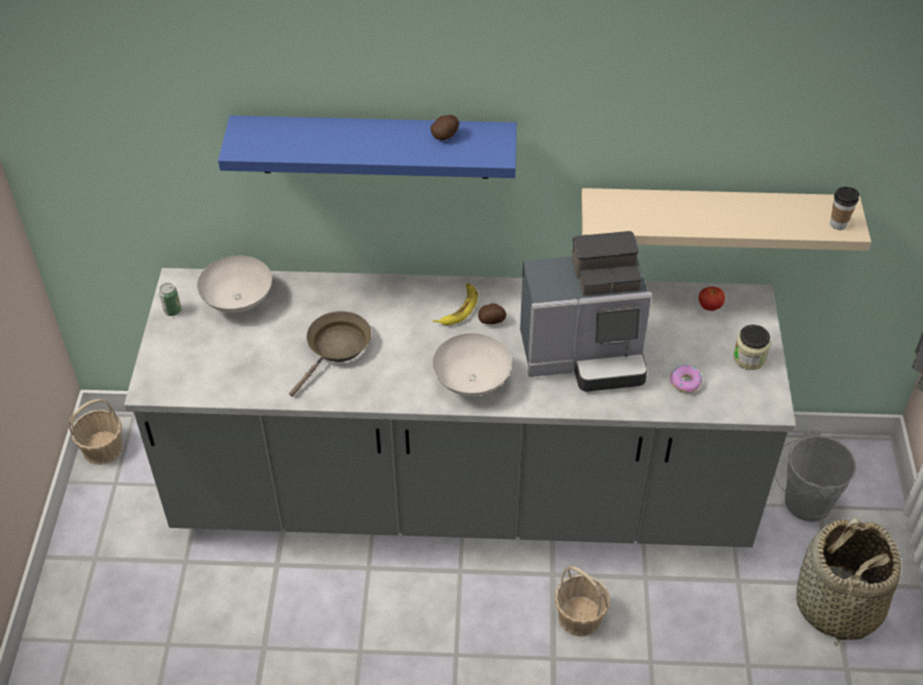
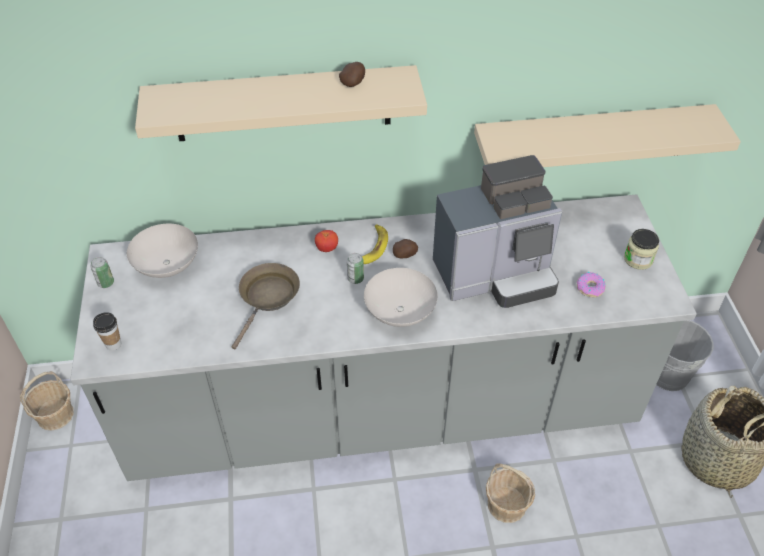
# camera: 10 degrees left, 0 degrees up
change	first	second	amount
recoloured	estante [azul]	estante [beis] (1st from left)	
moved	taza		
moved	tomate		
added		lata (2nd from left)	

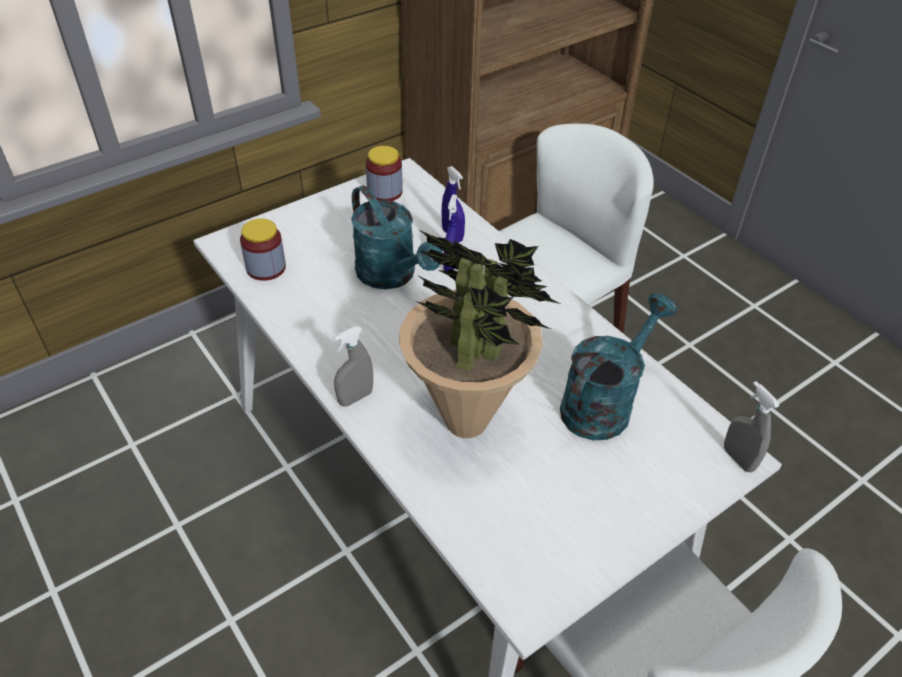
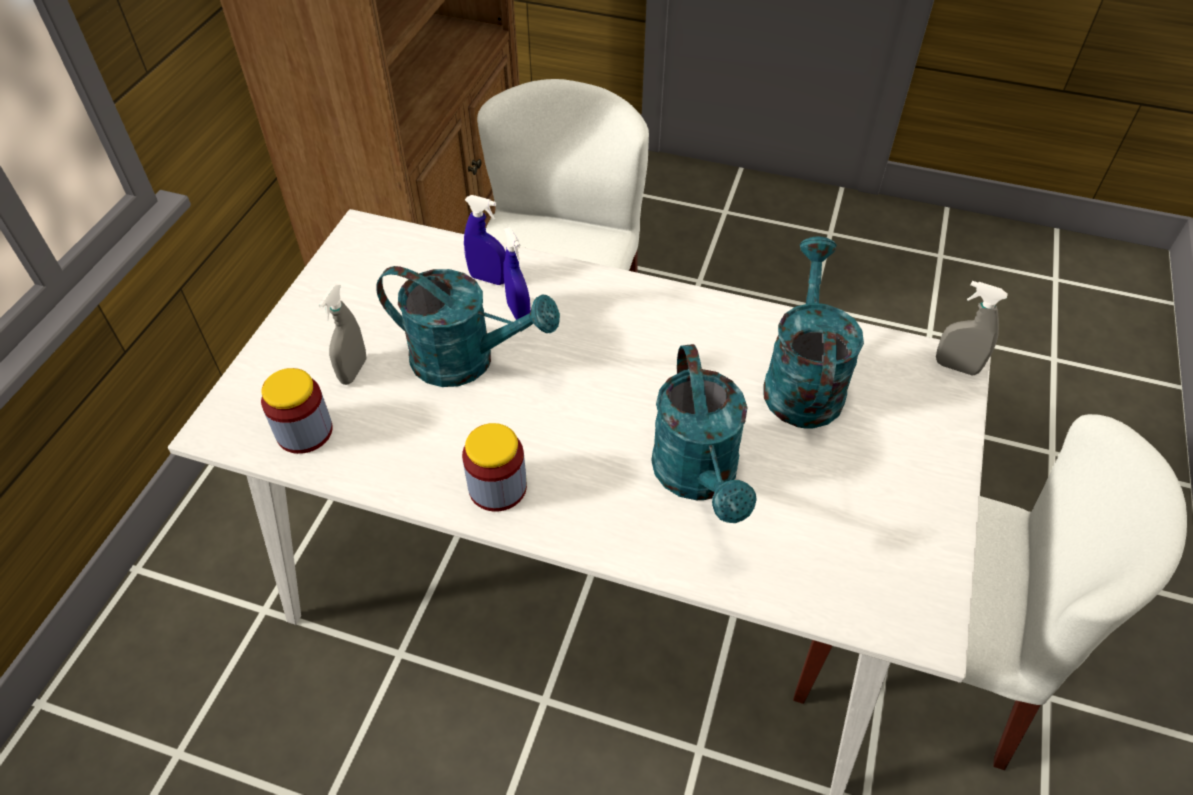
# camera: 35 degrees left, 5 degrees up
change	first	second	amount
moved	tarro (2nd from left)		
replaced	planta en maceta	regadera [turquesa] (2nd from left)	
moved	pulverizador [gris] (1st from left)		

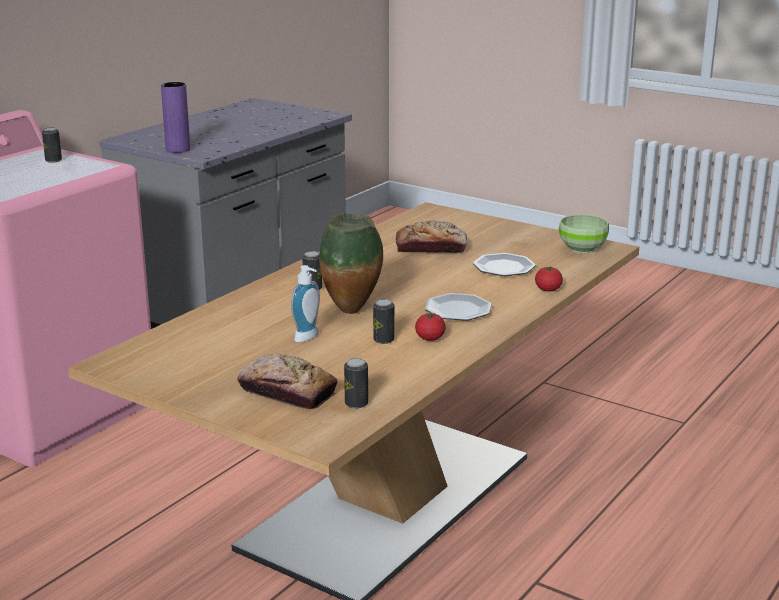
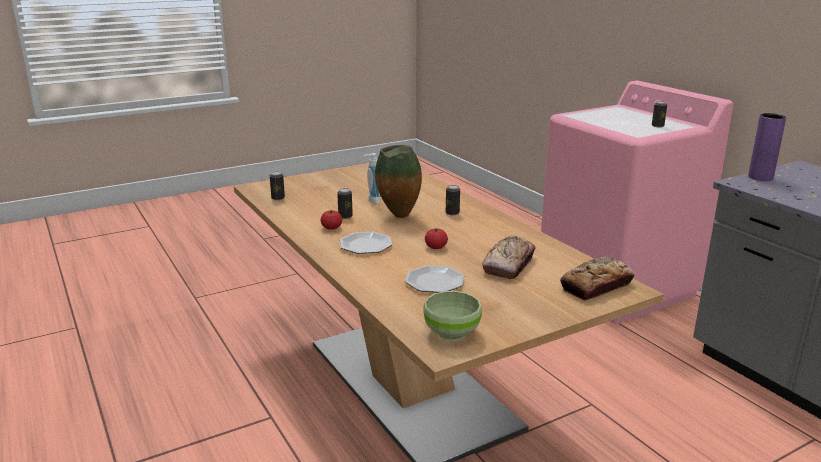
# camera: 115 degrees right, 0 degrees up
change	first	second	amount
moved	tomate (2nd from left)		
moved	pan (1st from left in the first image)	pan (2nd from left)	

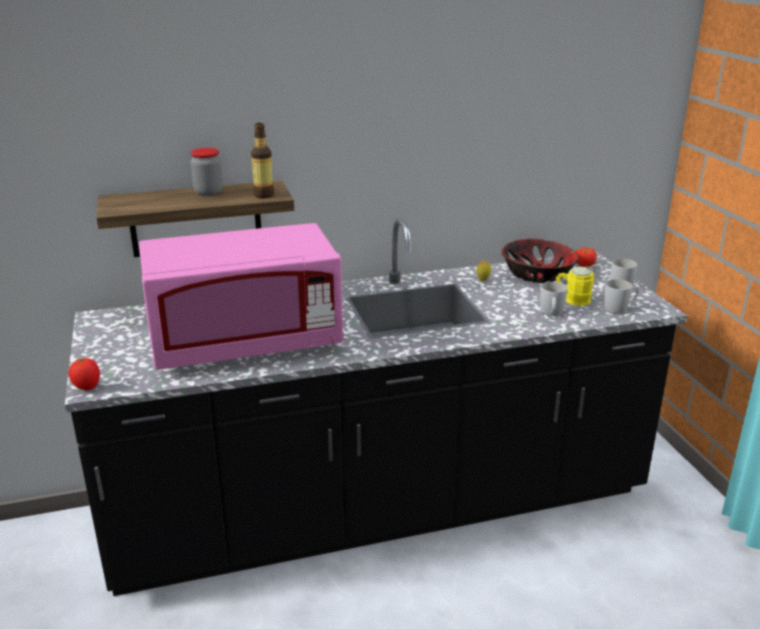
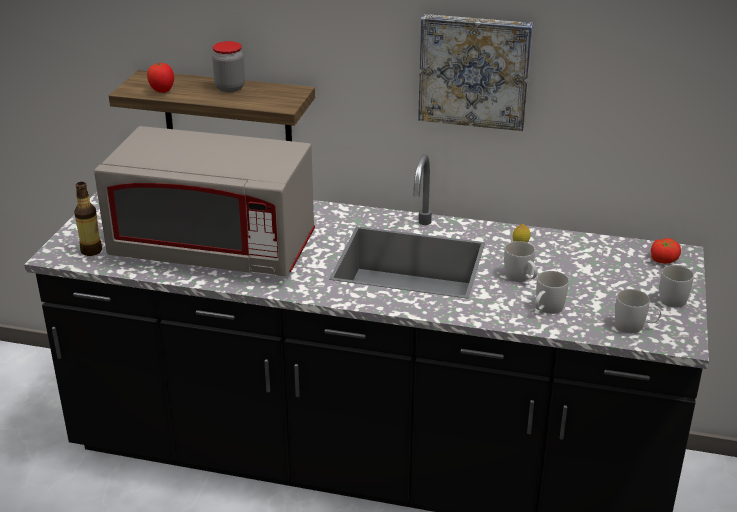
# camera: 30 degrees right, 5 degrees up
change	first	second	amount
moved	botella		
recoloured	microondas [rosa]	microondas [gris]	
removed	cuenco		
removed	taza grande [amarillo]		
moved	tomate (1st from left)		
added		cuadro	
added		taza grande [blanco] (1st from left)	

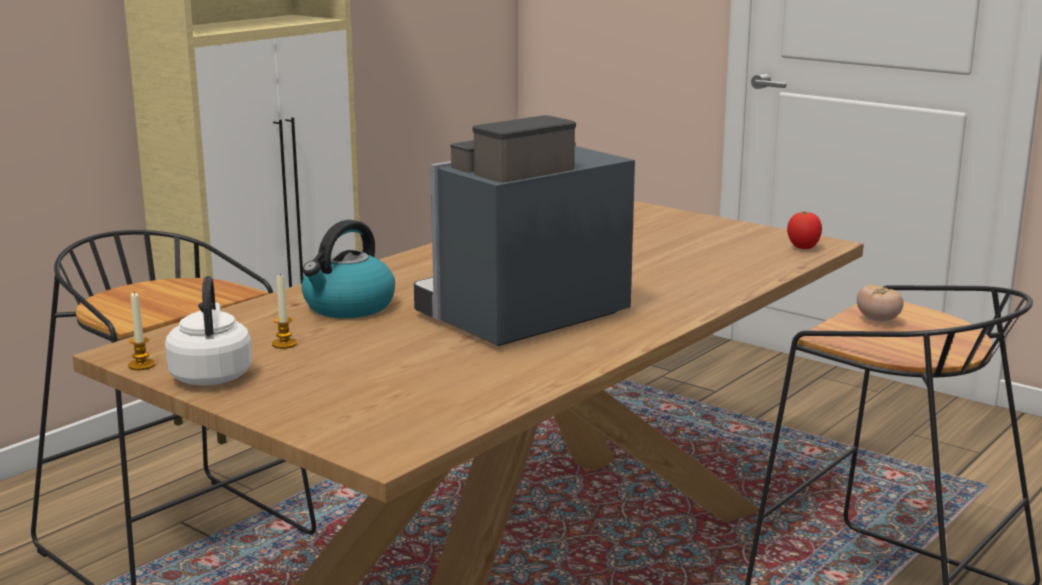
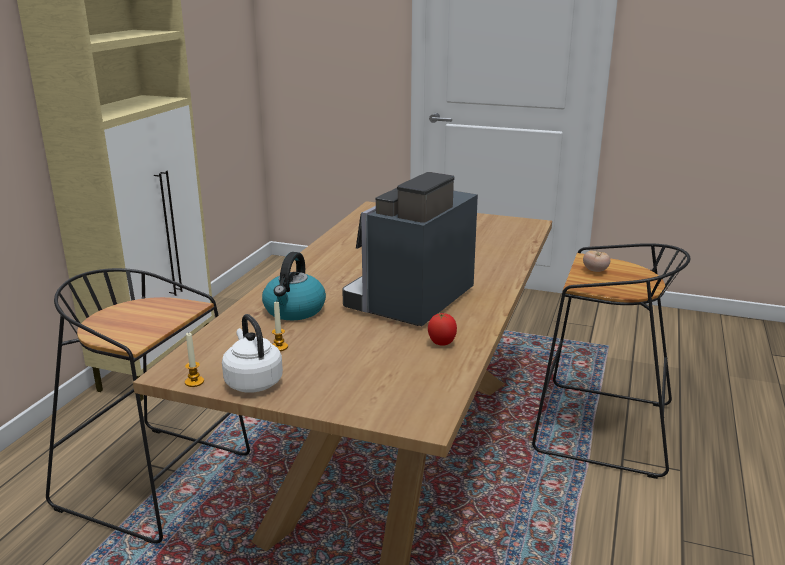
# camera: 20 degrees left, 5 degrees up
change	first	second	amount
moved	tomate (1st from left)		

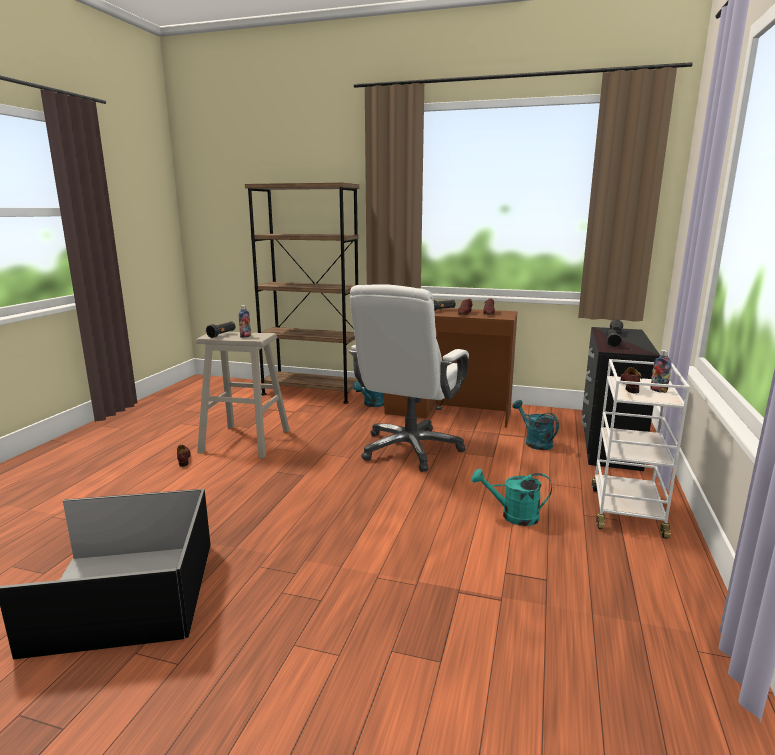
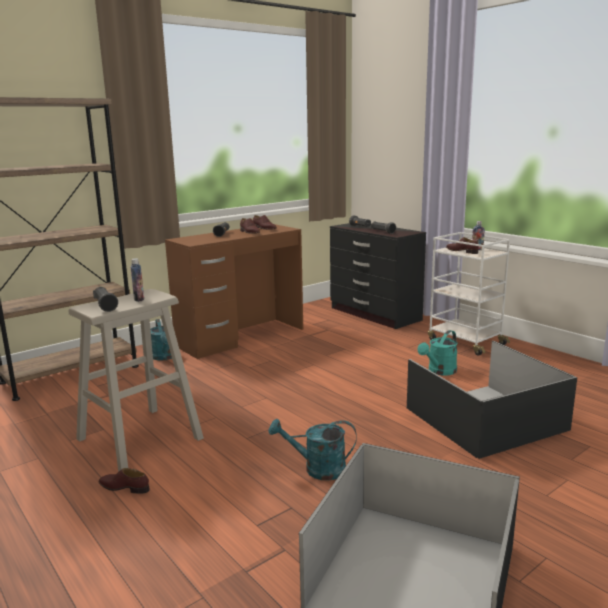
# camera: 55 degrees left, 0 degrees up
change	first	second	amount
removed	silla de oficina [blanco]		
moved	regadera [turquesa] (3rd from left in the first image)	regadera [turquesa] (2nd from left)	
added		caja de almacenaje [negro] (2nd from left)	

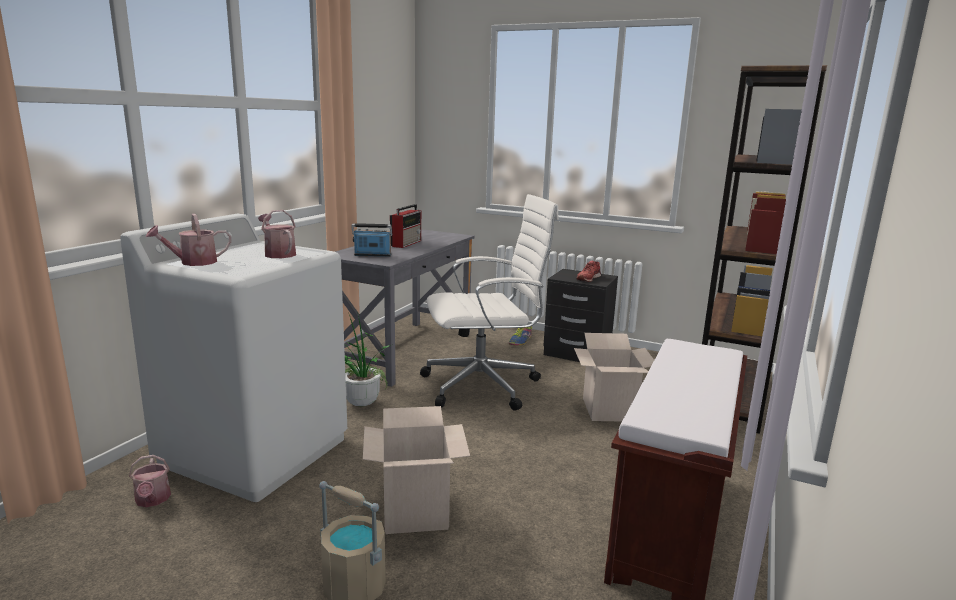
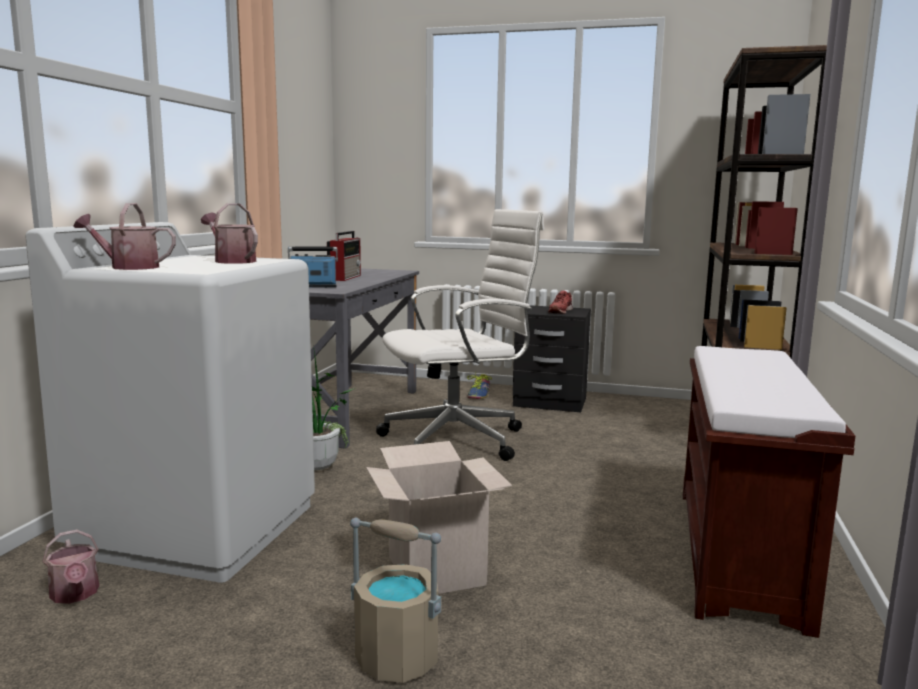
# camera: 10 degrees left, 5 degrees down
change	first	second	amount
turned	regadera (2nd from left)		45 degrees clockwise
removed	caja de cartón (2nd from left)		

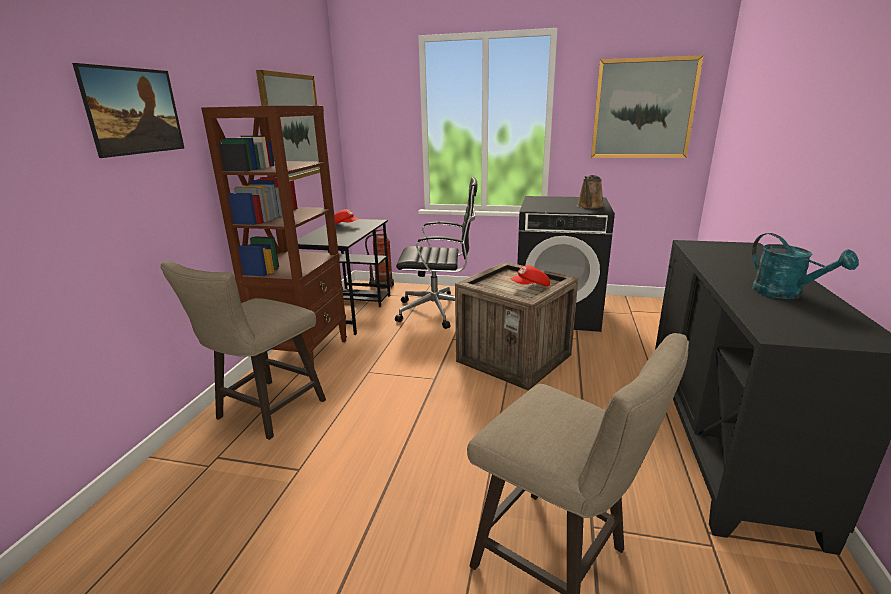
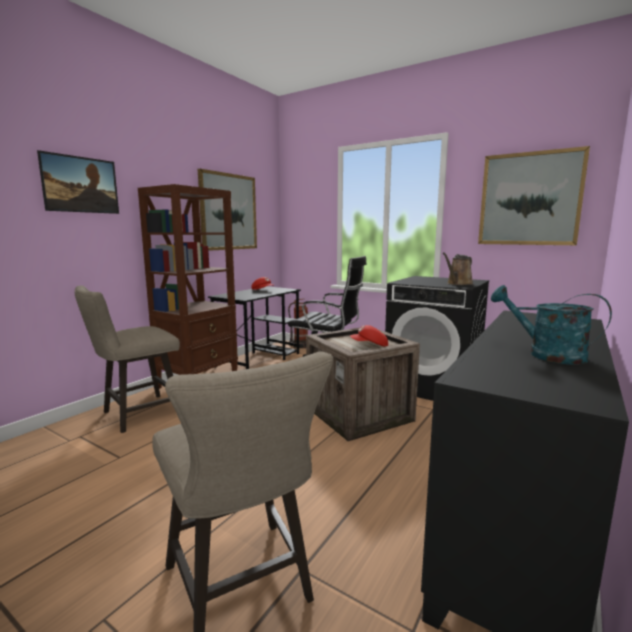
# camera: 20 degrees right, 10 degrees down
change	first	second	amount
turned	regadera [turquesa]		135 degrees clockwise

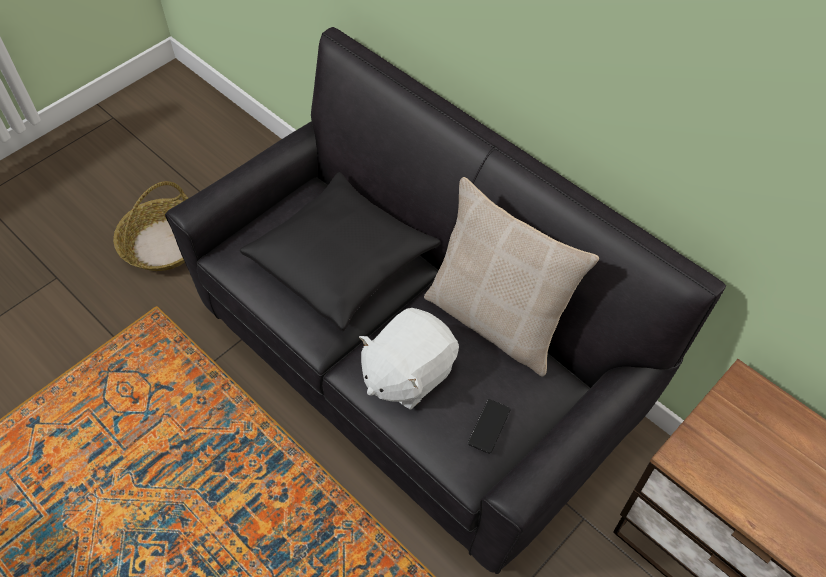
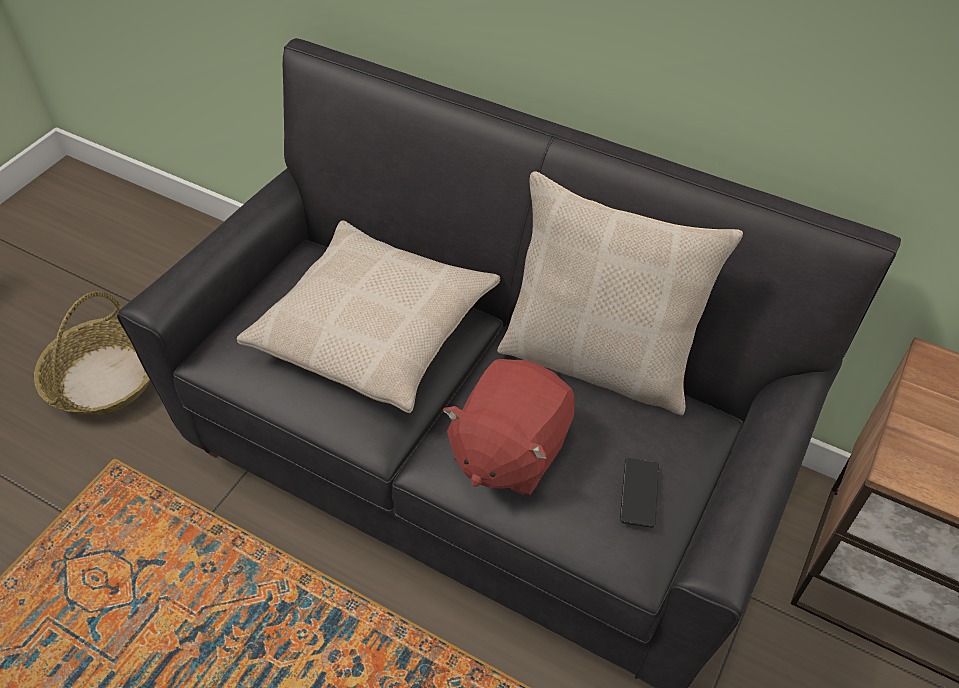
# camera: 15 degrees left, 5 degrees down
change	first	second	amount
recoloured	cojín [negro]	cojín [beis] (1st from left)	
recoloured	peluche [blanco]	peluche [rojo]	

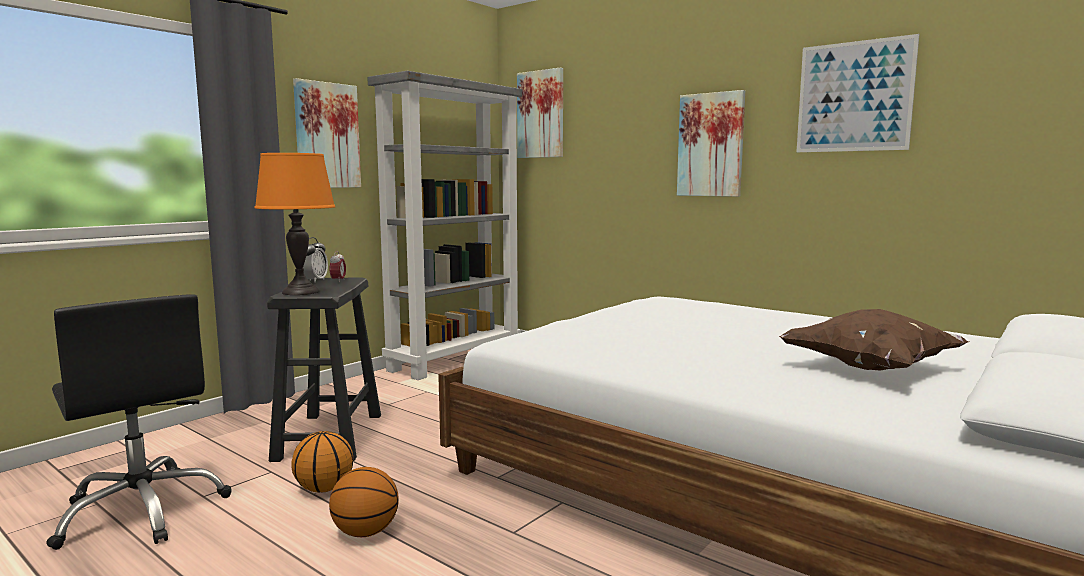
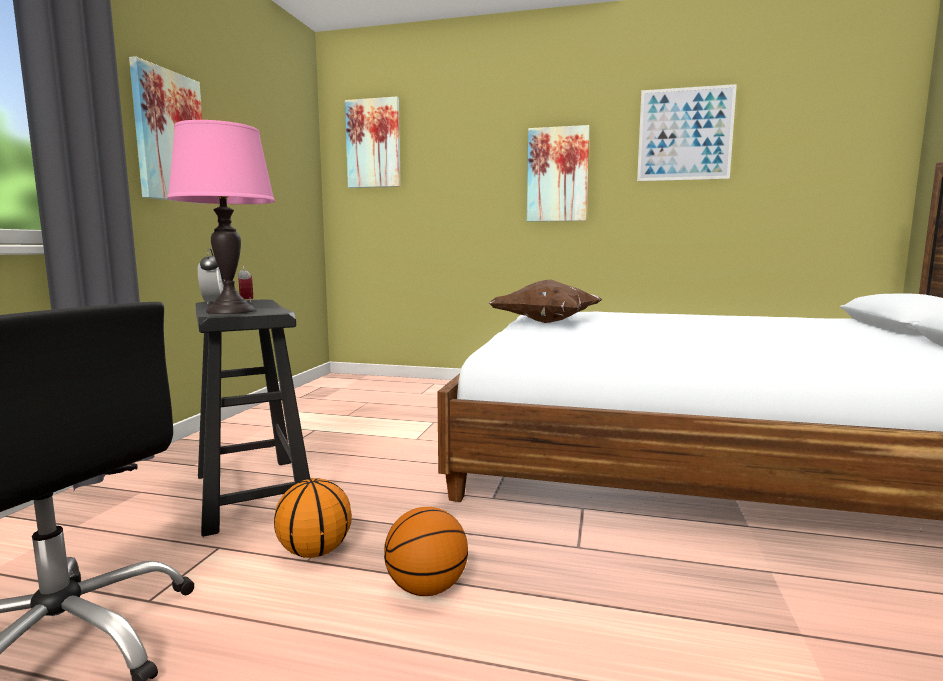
# camera: 25 degrees left, 0 degrees up
change	first	second	amount
removed	estantería [gris]		
recoloured	lámpara de mesa [naranja]	lámpara de mesa [rosa]	
moved	cojín [marrón]		

